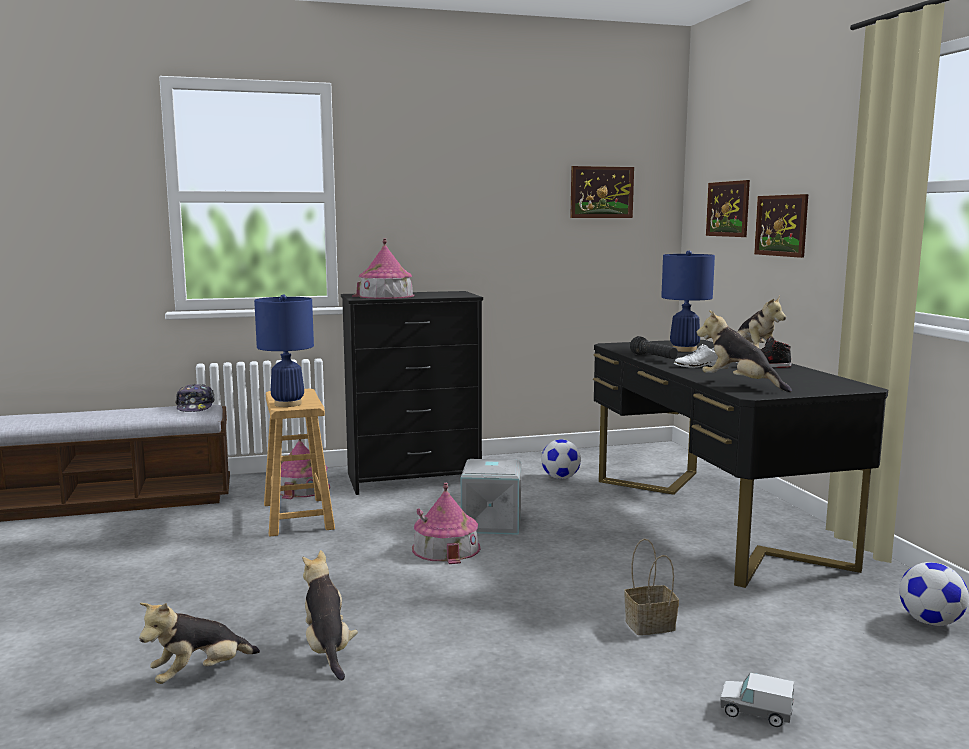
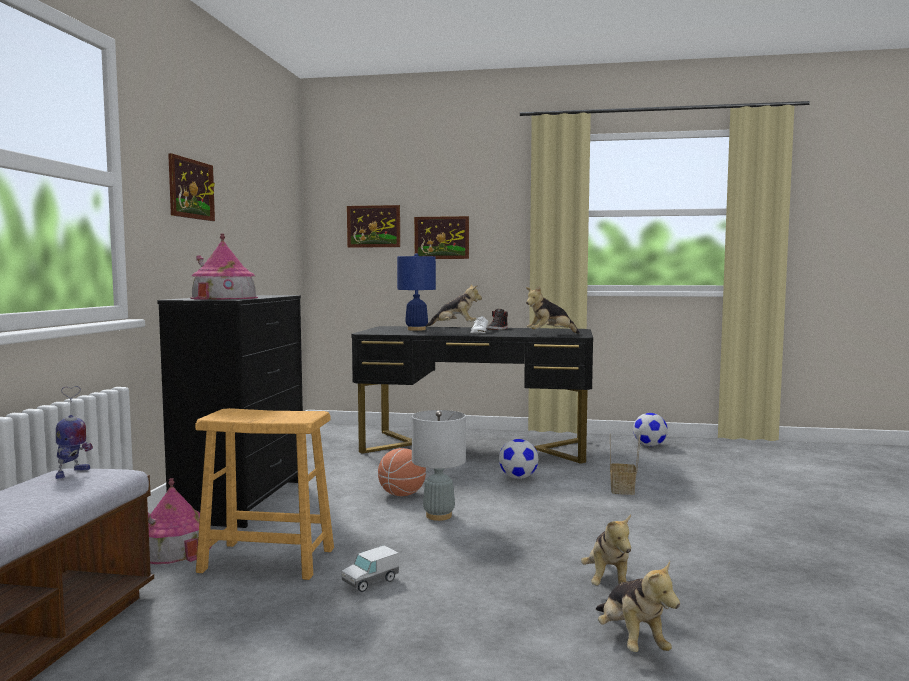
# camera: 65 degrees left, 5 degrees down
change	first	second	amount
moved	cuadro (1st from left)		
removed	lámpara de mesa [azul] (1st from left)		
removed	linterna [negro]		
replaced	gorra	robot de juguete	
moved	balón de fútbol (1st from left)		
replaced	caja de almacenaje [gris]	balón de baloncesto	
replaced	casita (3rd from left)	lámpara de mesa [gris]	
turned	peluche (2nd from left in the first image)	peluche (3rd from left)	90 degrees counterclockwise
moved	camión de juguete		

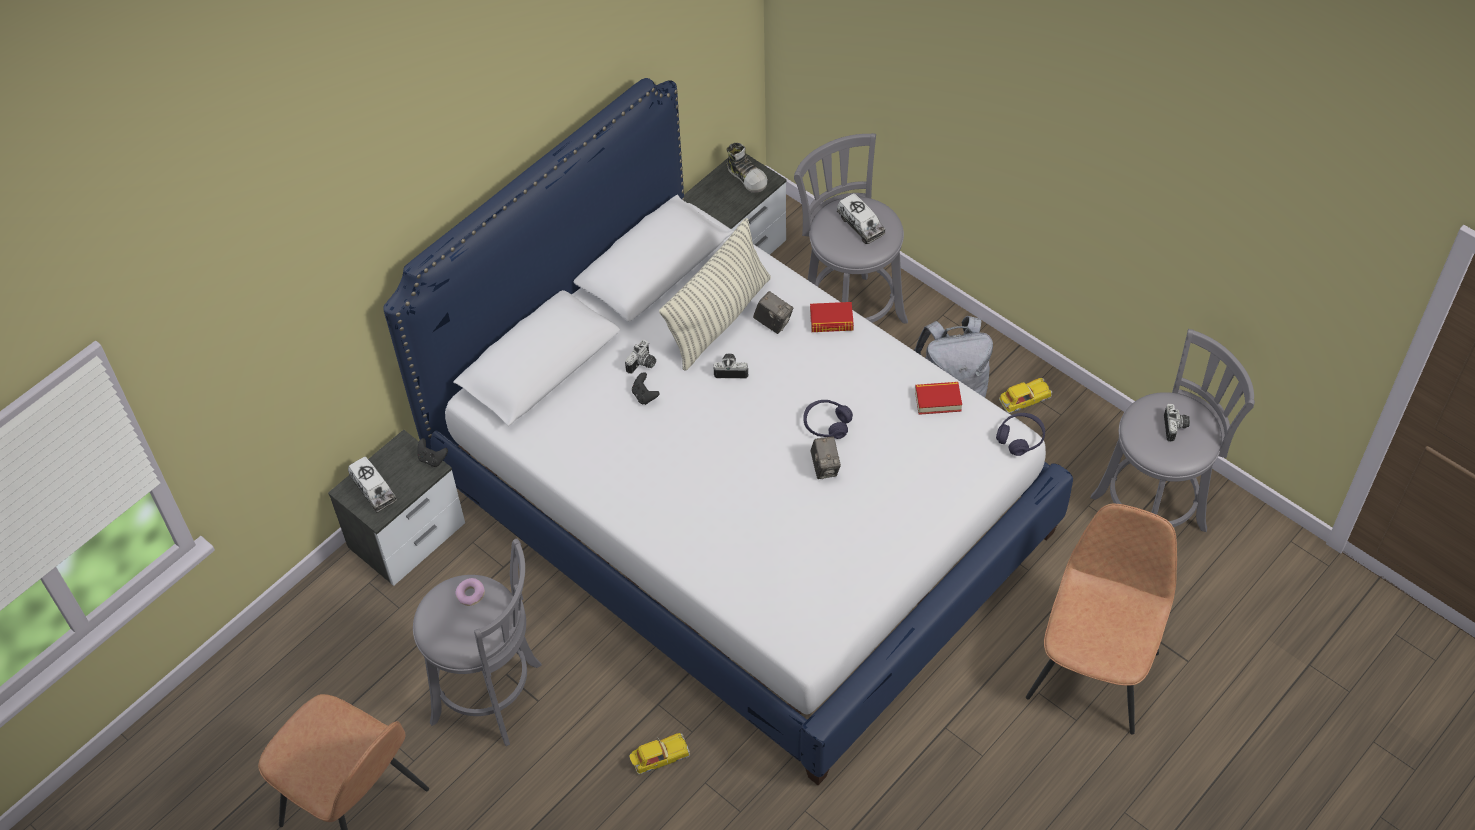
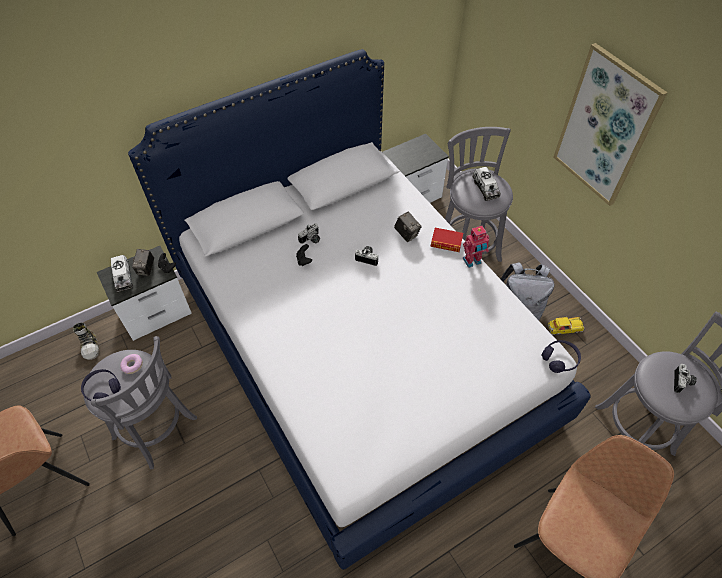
# camera: 15 degrees right, 0 degrees up
change	first	second	amount
moved	zapato		
removed	cojín		
removed	libro (2nd from left)		
moved	auriculares [morado] (1st from left)		
moved	cámara (4th from left in the first image)	cámara (1st from left)	
removed	coche de juguete (1st from left)		
added		cuadro	
added		robot de juguete	

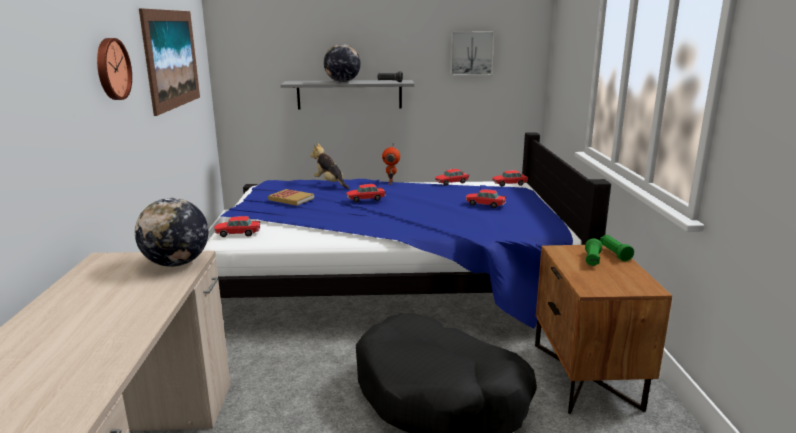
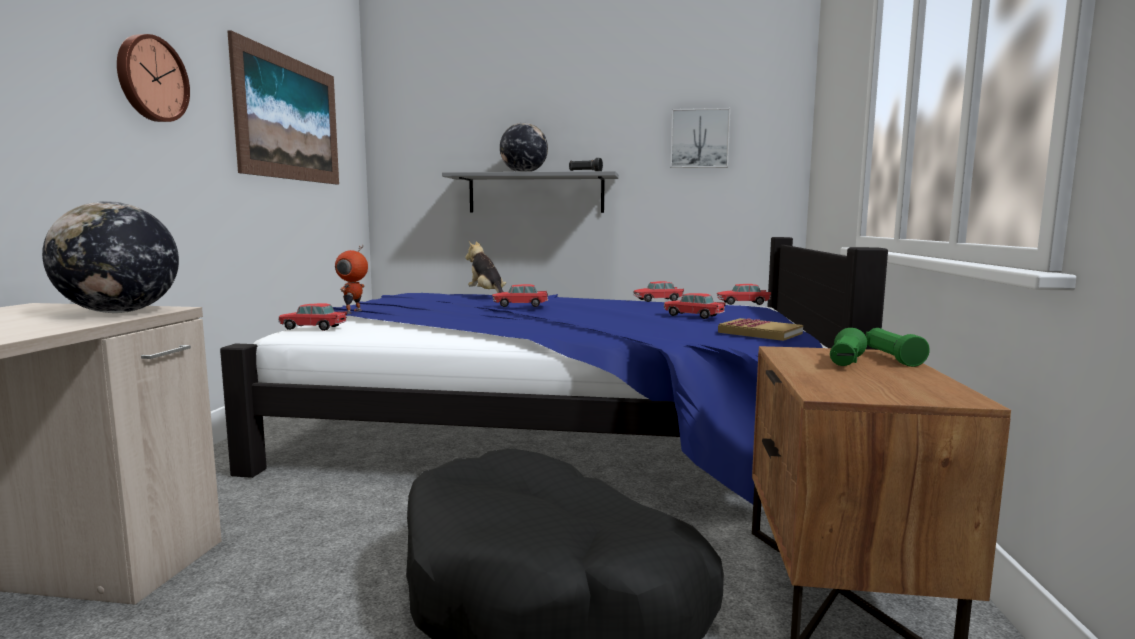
# camera: 10 degrees right, 10 degrees down
change	first	second	amount
moved	robot de juguete		
moved	libro		

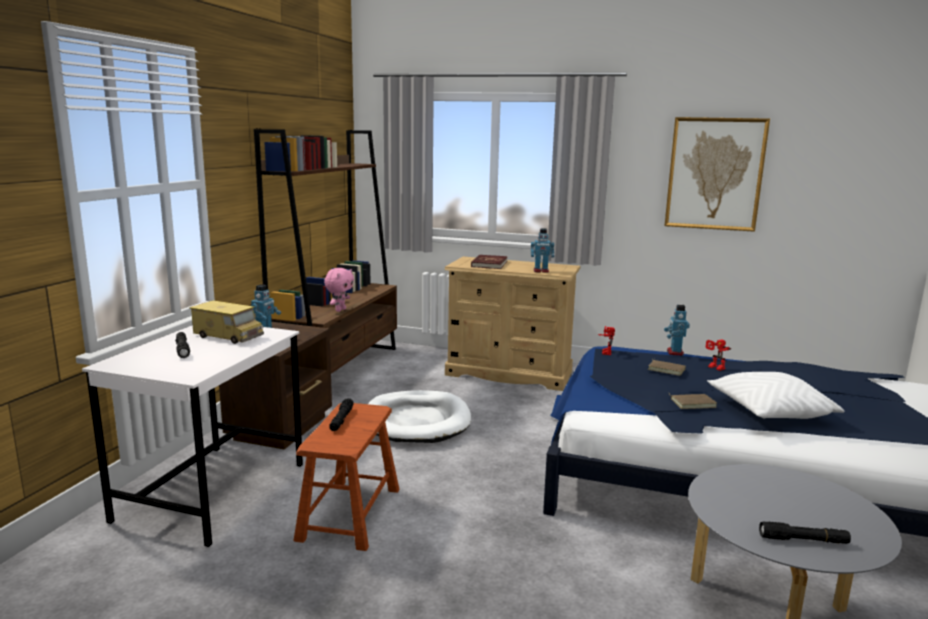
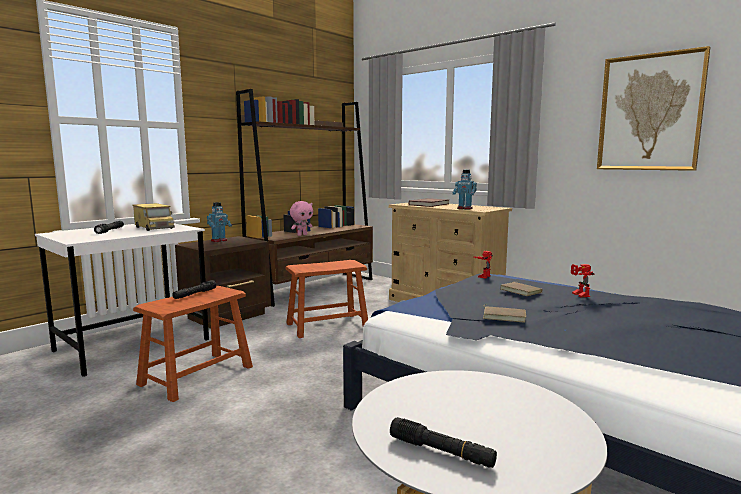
# camera: 25 degrees right, 5 degrees down
change	first	second	amount
removed	robot de juguete (4th from left)		
removed	cojín [blanco]		
replaced	cama para perro [blanco]	taburete [marrón] (2nd from left)	

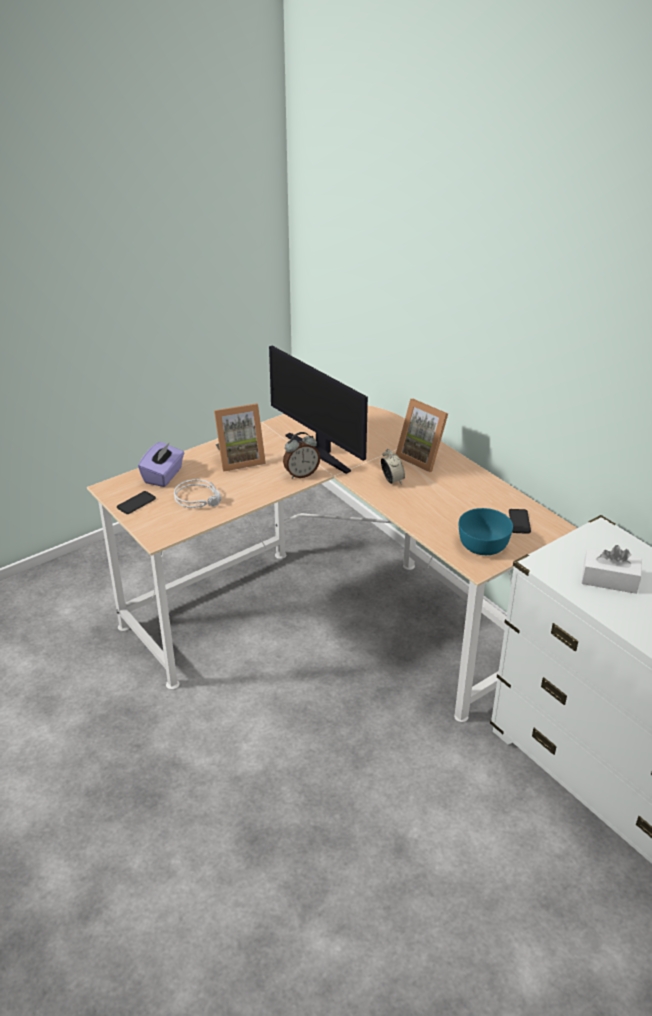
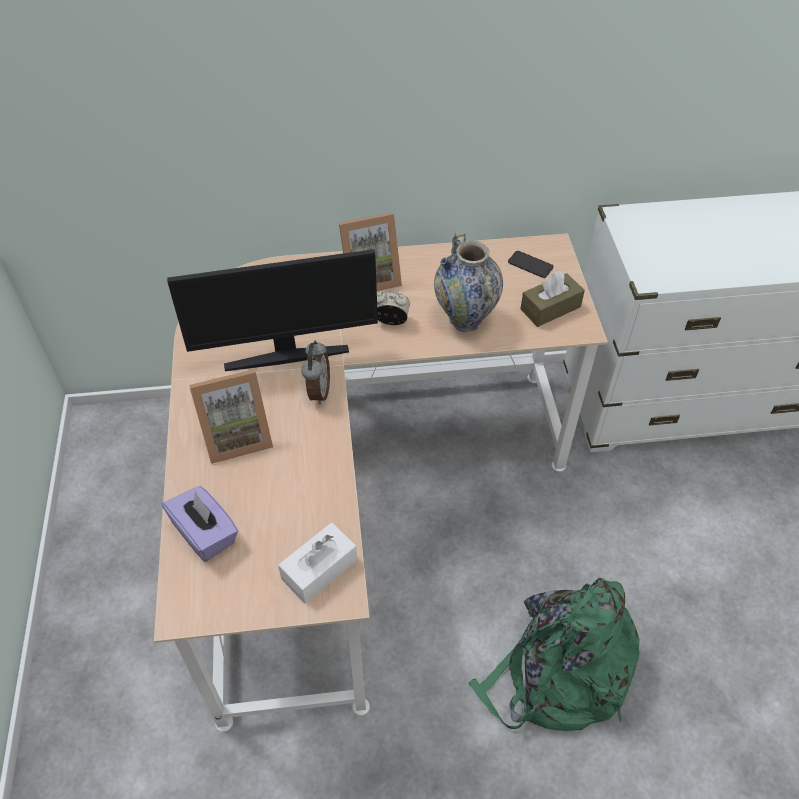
# camera: 60 degrees left, 15 degrees up
change	first	second	amount
turned	portarretratos (1st from left)		60 degrees clockwise
removed	auriculares [gris]		
removed	móvil (1st from left)		
replaced	cuenco [turquesa]	caja de pañuelos [marrón]	
moved	caja de pañuelos [blanco]		
added		florero	
added		mochila [verde]	

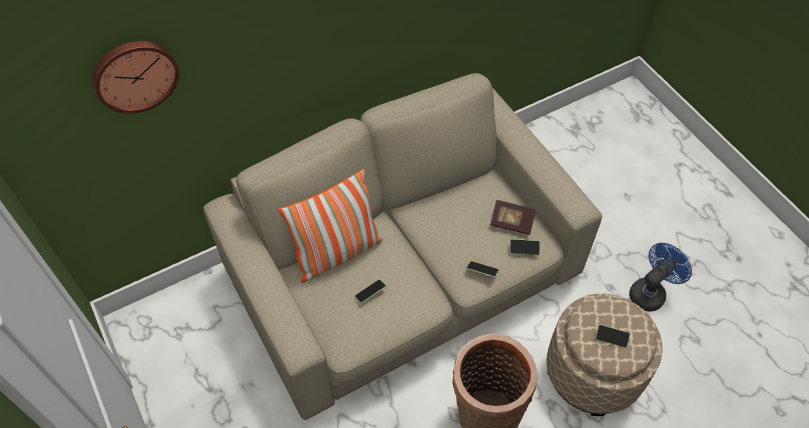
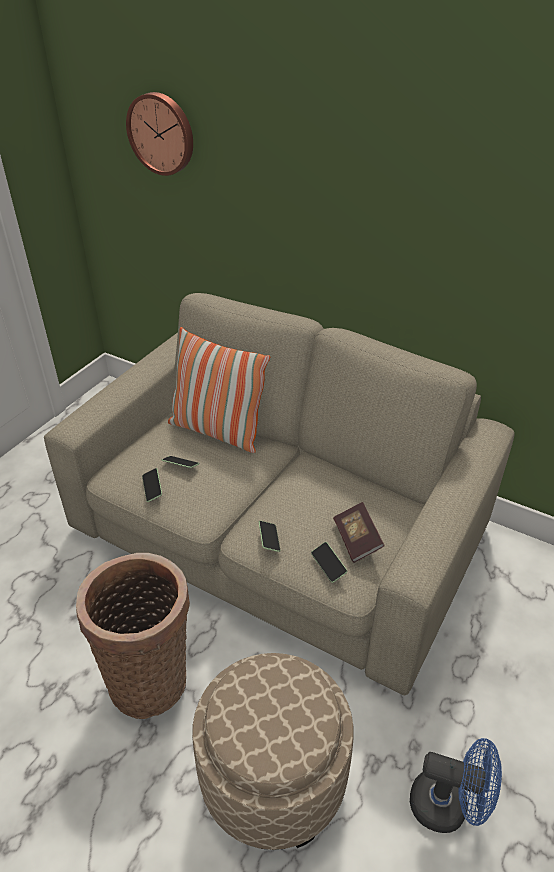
# camera: 60 degrees right, 15 degrees down
change	first	second	amount
moved	móvil (4th from left in the first image)	móvil (1st from left)	

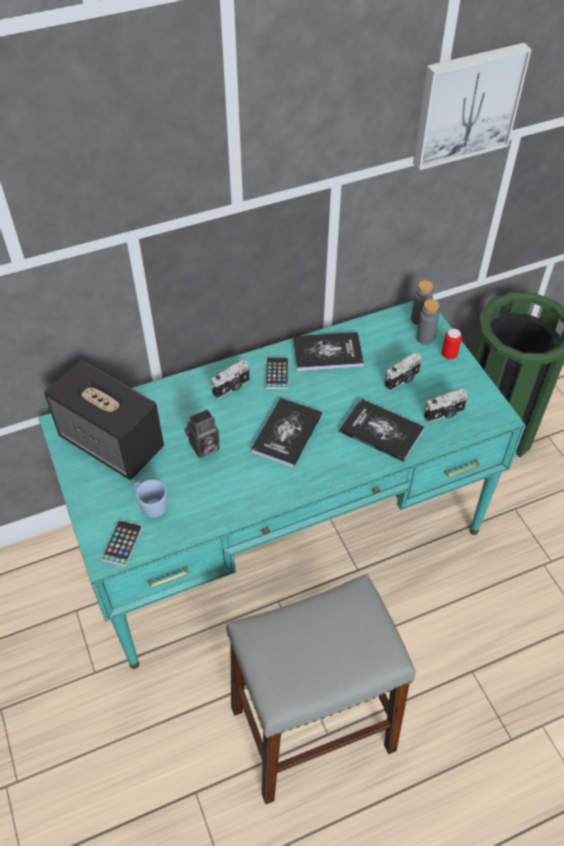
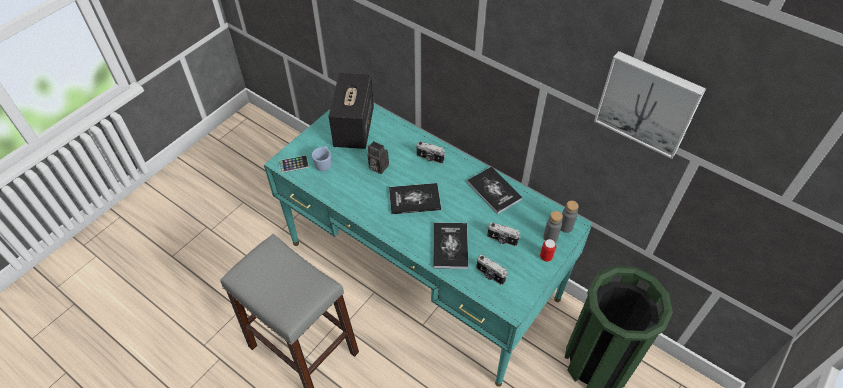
# camera: 60 degrees right, 0 degrees up
change	first	second	amount
removed	móvil (2nd from left)		

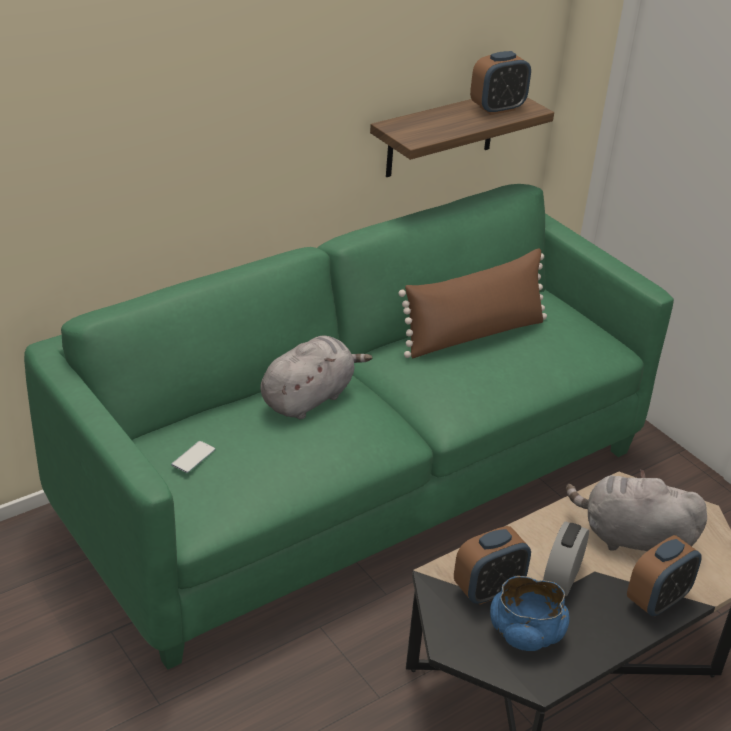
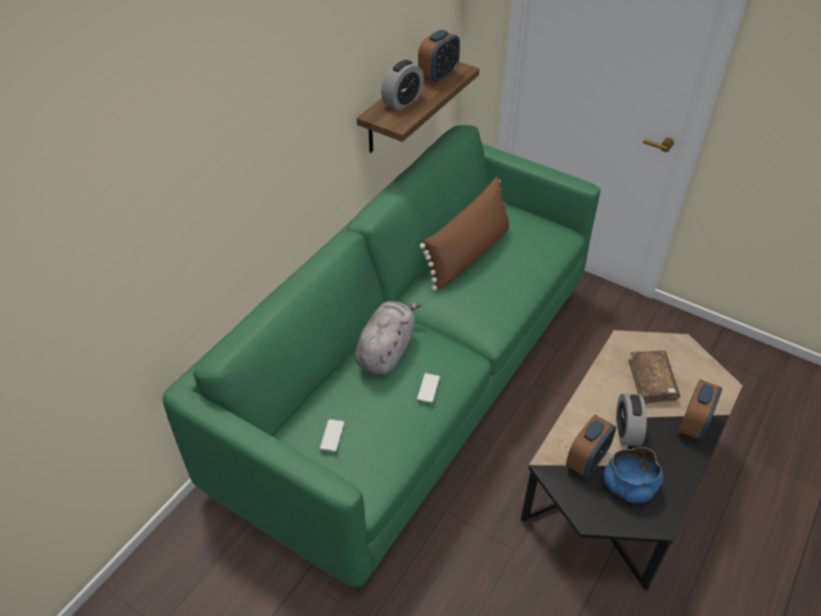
# camera: 20 degrees left, 10 degrees up
change	first	second	amount
replaced	peluche [gris] (2nd from left)	libro [marrón]	
added		despertador (1st from left)	
added		móvil (2nd from left)	

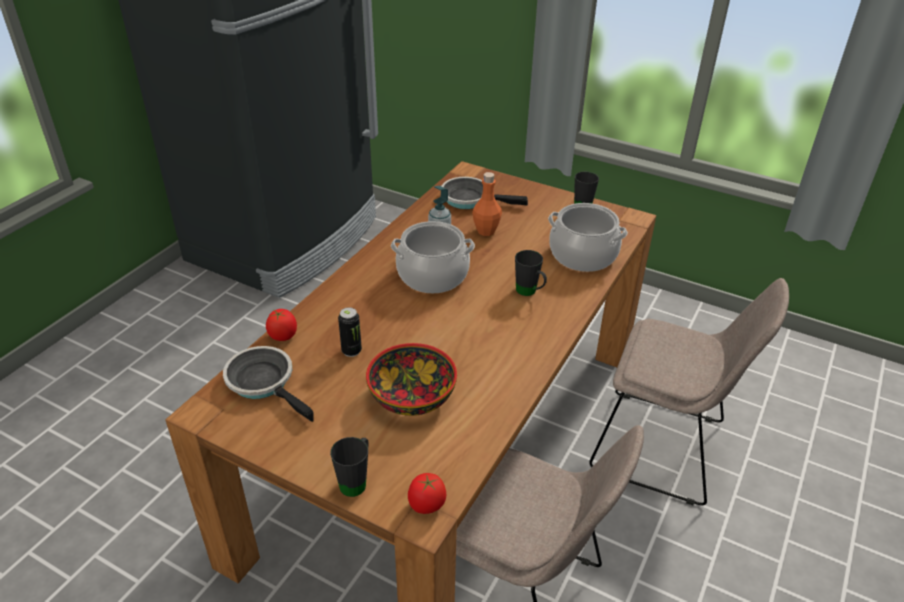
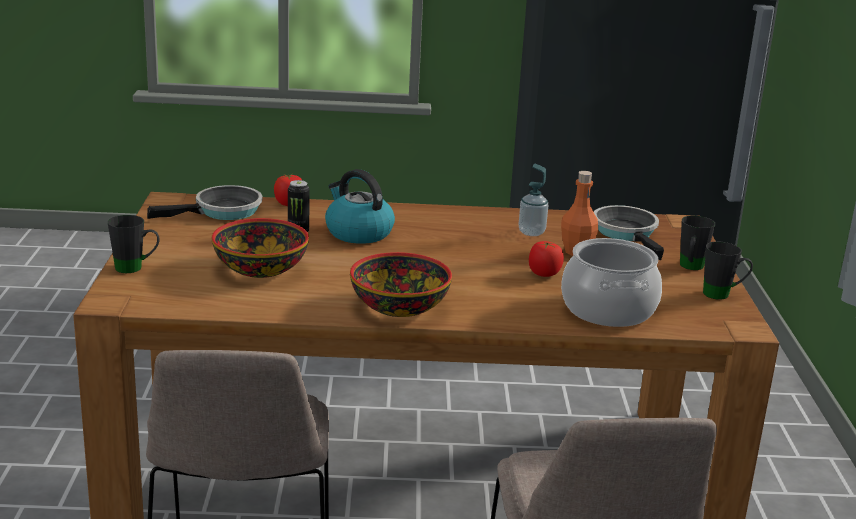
# camera: 60 degrees right, 15 degrees down
change	first	second	amount
removed	olla (1st from left)		
moved	taza grande [negro] (2nd from left)		
turned	sartén (1st from left)		45 degrees clockwise
moved	tomate (2nd from left)		
added		hervidor	
added		cuenco (2nd from left)	

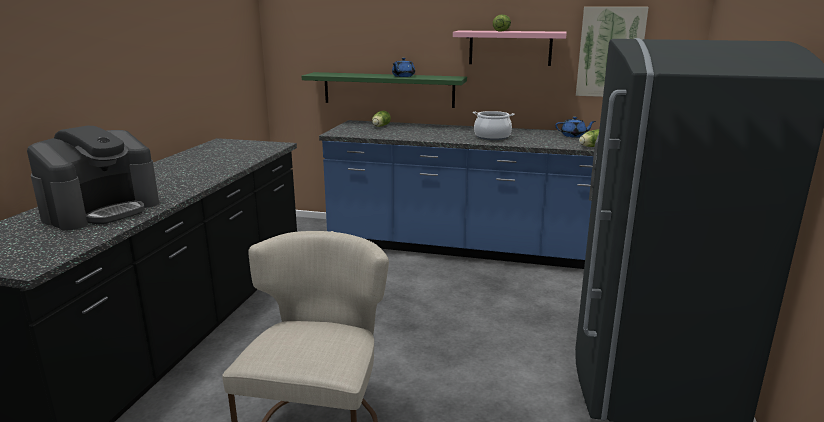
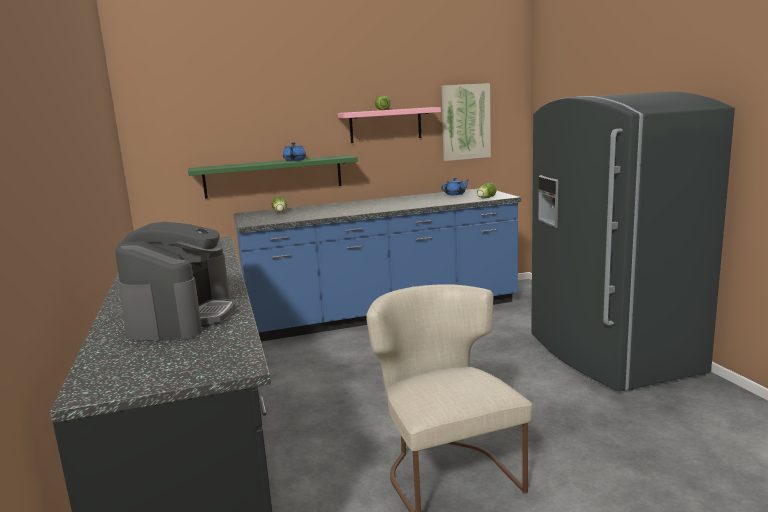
# camera: 30 degrees left, 5 degrees down
change	first	second	amount
removed	olla		

